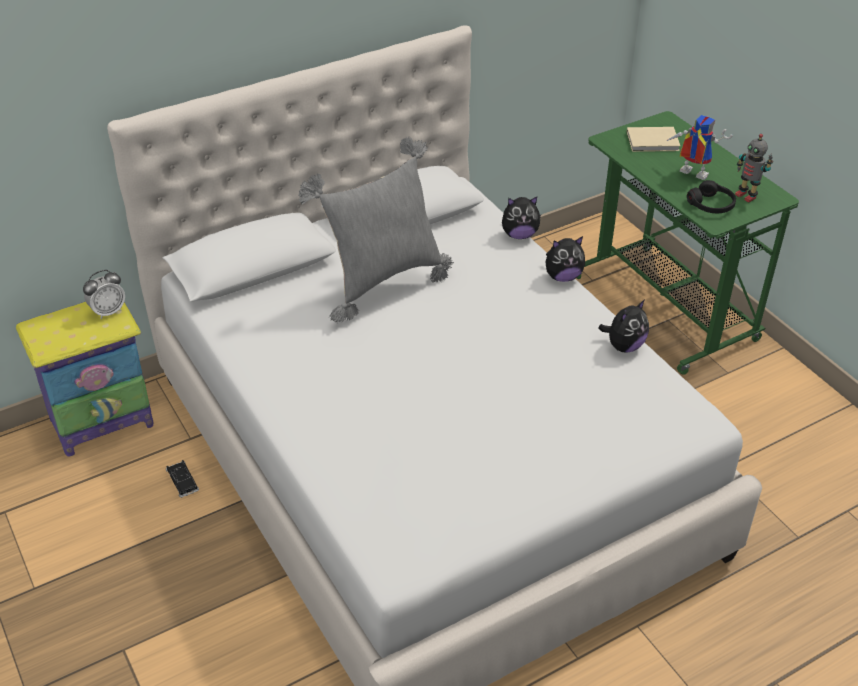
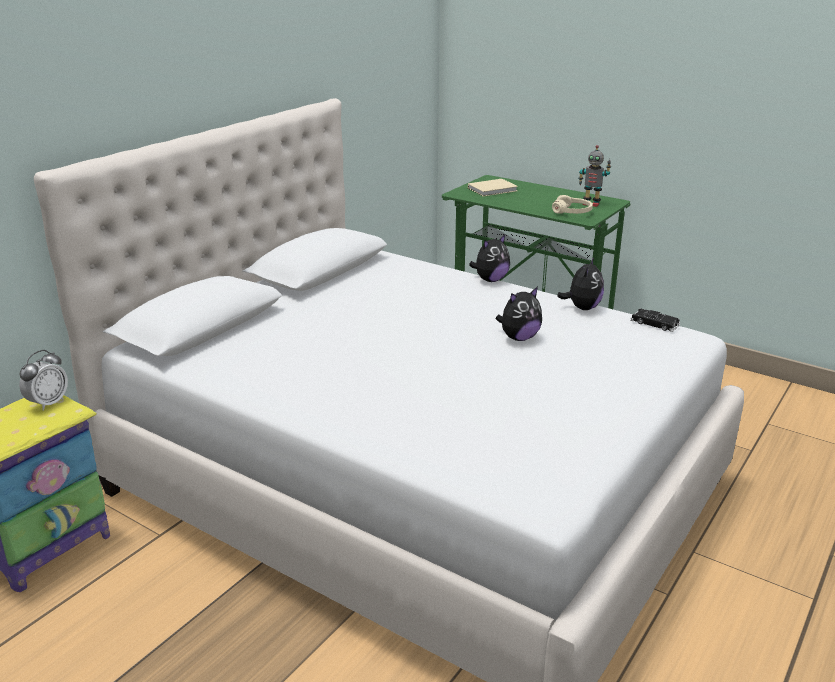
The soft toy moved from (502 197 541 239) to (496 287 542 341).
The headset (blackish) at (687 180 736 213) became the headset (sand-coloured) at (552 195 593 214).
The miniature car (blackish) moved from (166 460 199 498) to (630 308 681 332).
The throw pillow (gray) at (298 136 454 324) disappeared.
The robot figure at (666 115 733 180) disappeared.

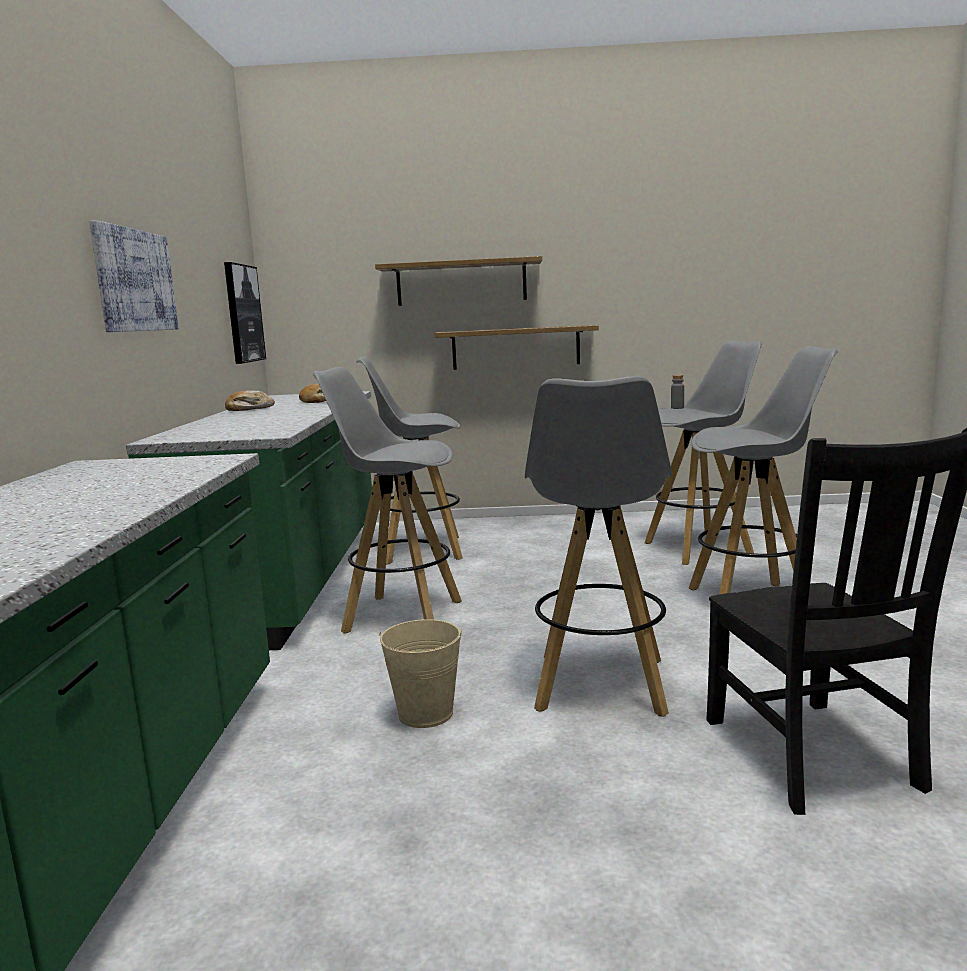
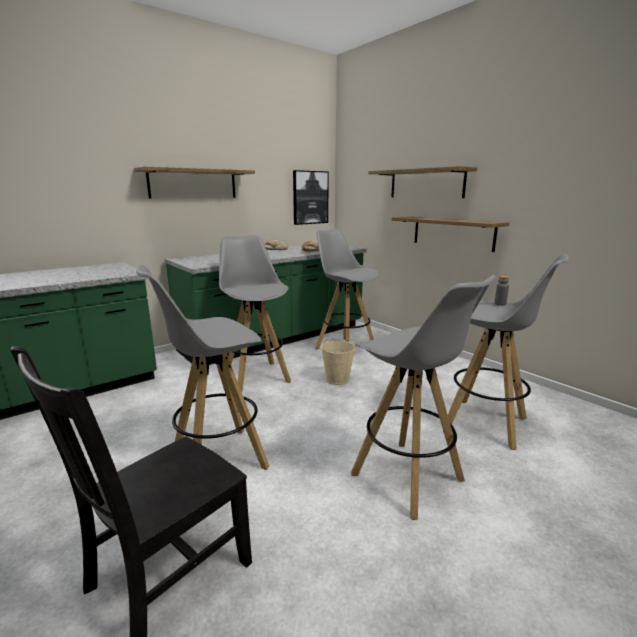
The picture at (89 220 179 332) was replaced by the bracket shelf at (134 166 255 198).
The pail (sand-coloured) moved from (379 619 462 728) to (321 340 355 385).

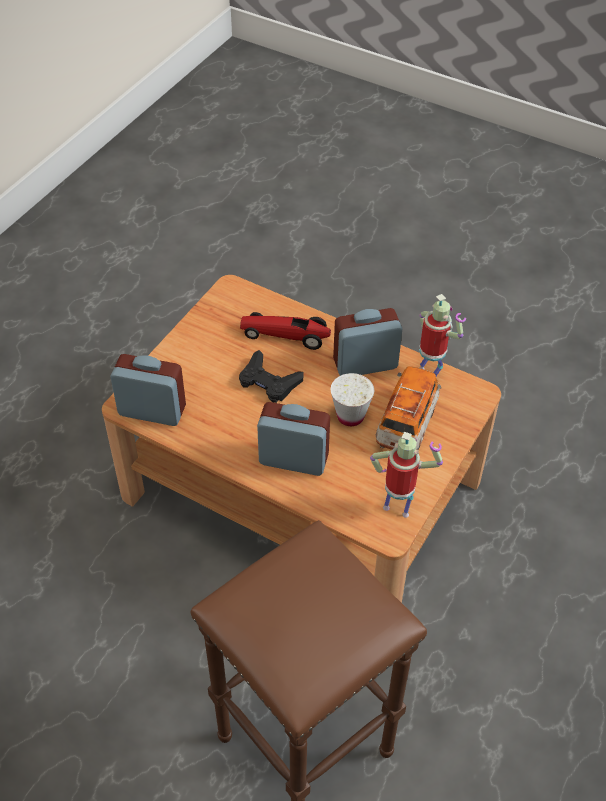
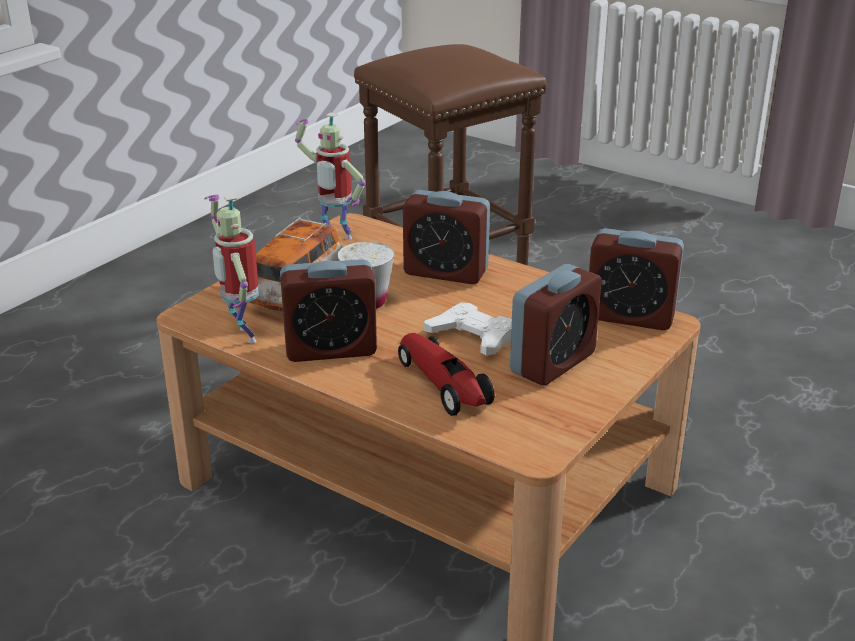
The miniature car at (240 312 331 350) turned 135 degrees counterclockwise.
The gamepad (blackish) at (239 350 303 403) became the gamepad (whitish) at (424 302 512 356).
The alarm clock at (510 264 602 385) appeared.

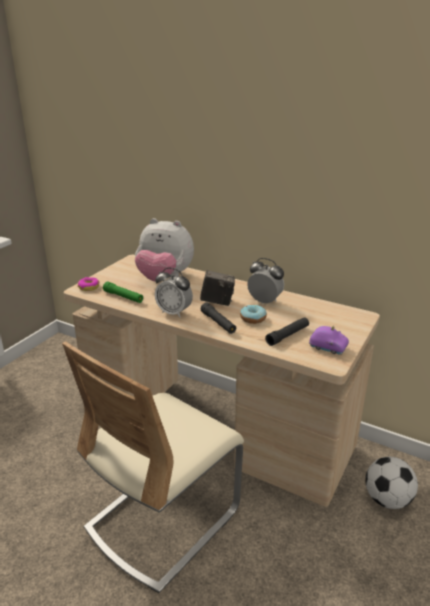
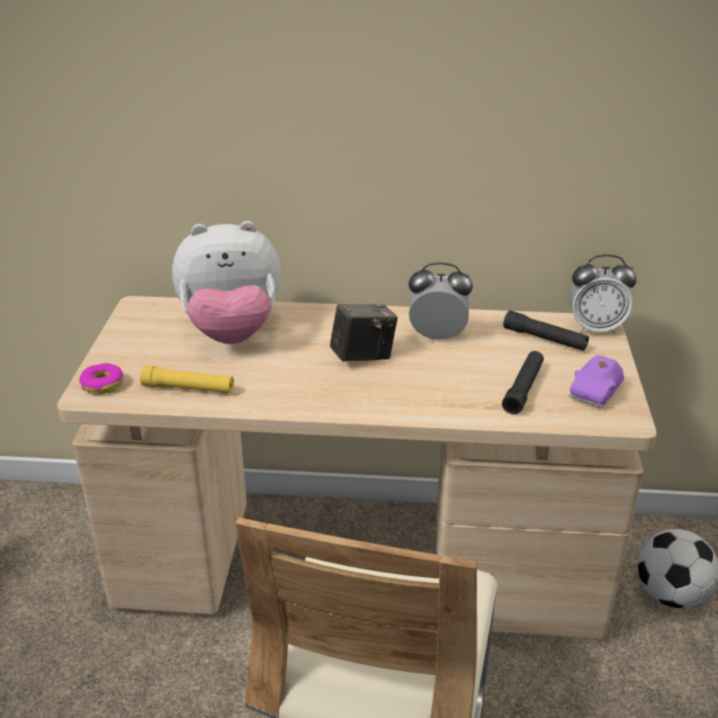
The hand torch (green) at (103 282 143 303) became the hand torch (yellow-coloured) at (140 365 234 393).
The hand torch (blackish) moved from (201 303 236 334) to (503 310 589 351).
The alarm clock moved from (155 268 193 318) to (569 254 637 334).
The miniature car (purplish) at (309 326 349 355) turned 120 degrees clockwise.
The doughnut at (240 304 267 324) disappeared.

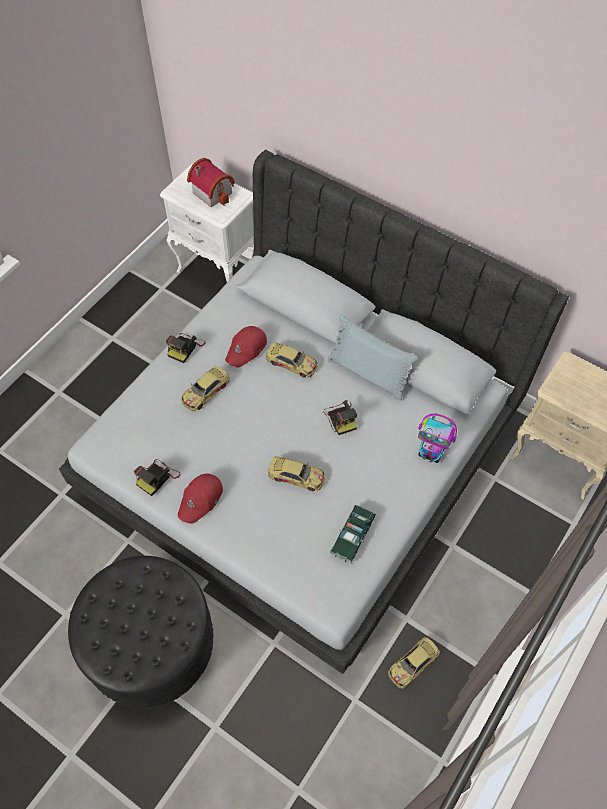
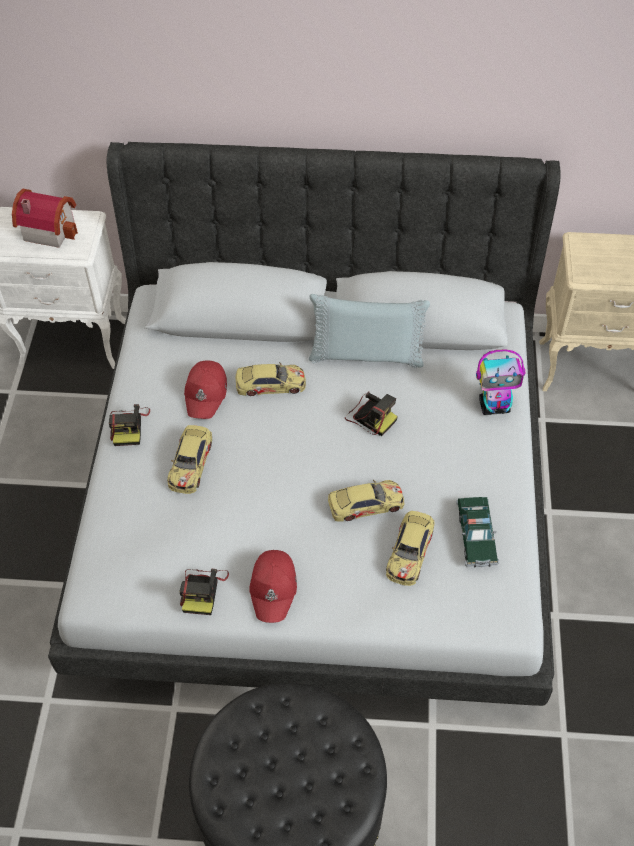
The miniature car moved from (388 637 440 688) to (386 511 435 586).

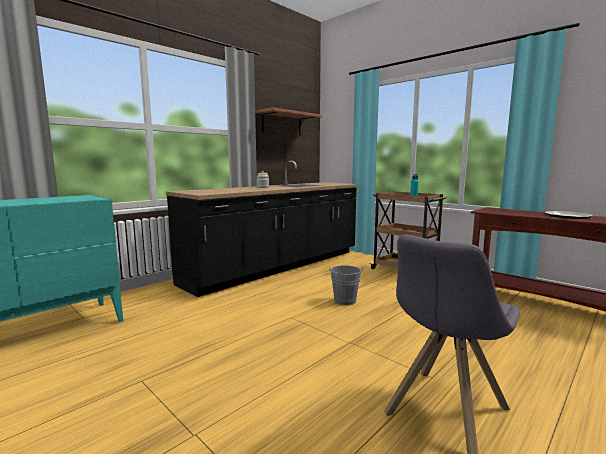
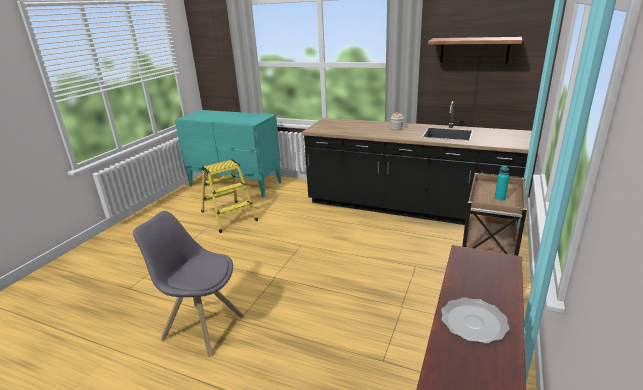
The stepladder (yellow-coloured) at (201 159 258 233) appeared.
The pail (gray) at (329 265 363 305) disappeared.

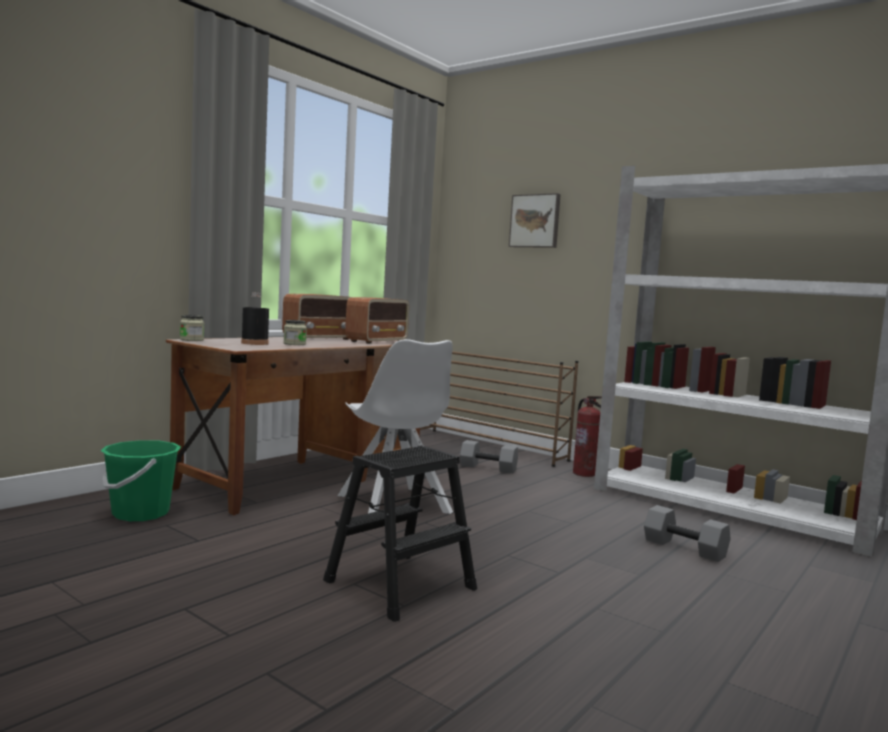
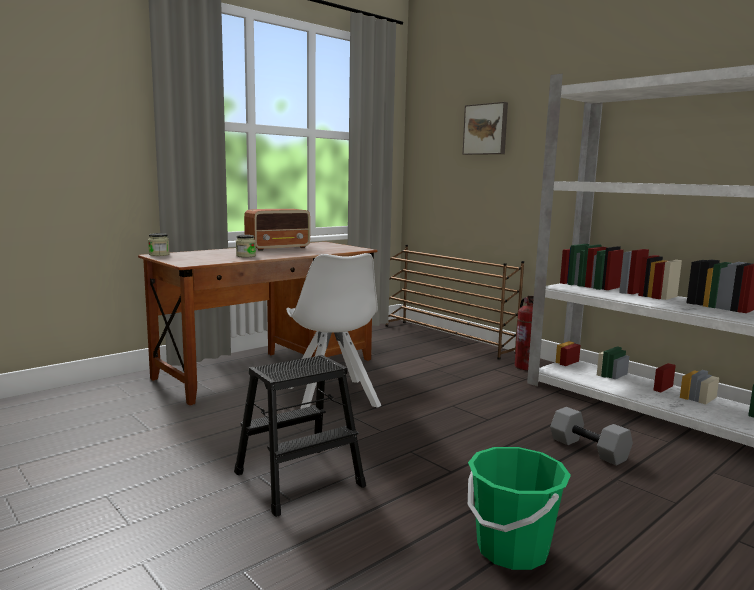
The pail (green) moved from (101 440 181 521) to (468 447 571 570).
The drink bottle (blackish) at (241 293 269 345) disappeared.
The radio receiver at (345 297 409 344) disappeared.
The dumbbell (gray) at (460 440 518 473) disappeared.

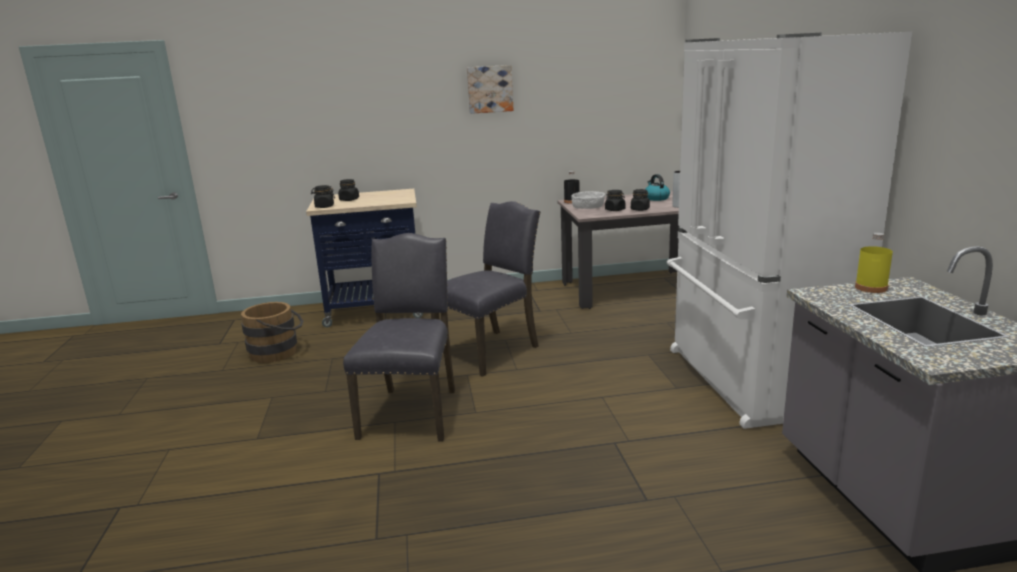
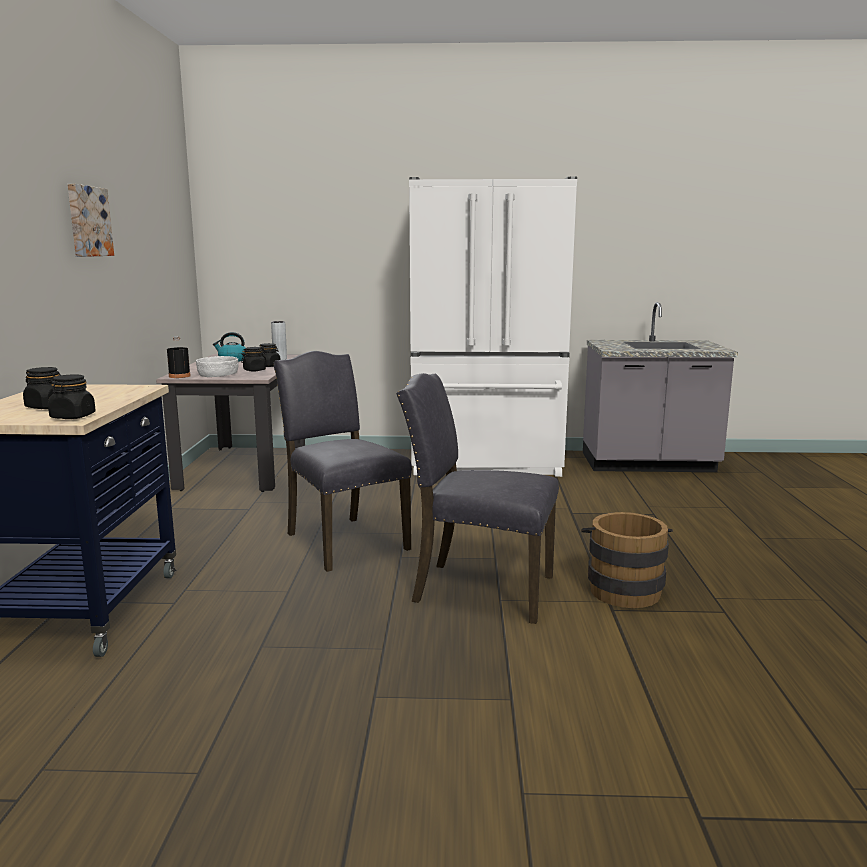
The pail (brown-coloured) moved from (241 302 303 363) to (581 512 673 608).
The drink bottle (yellow-coloured) at (855 233 893 293) disappeared.

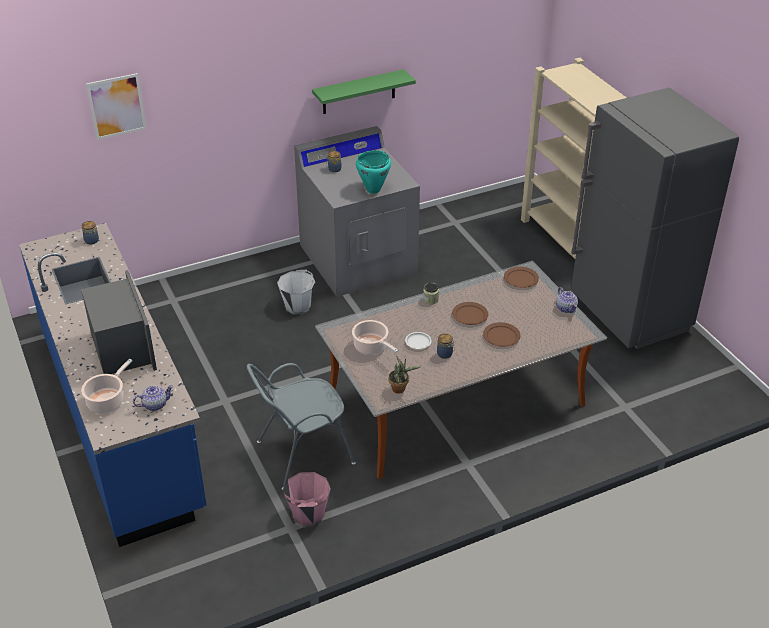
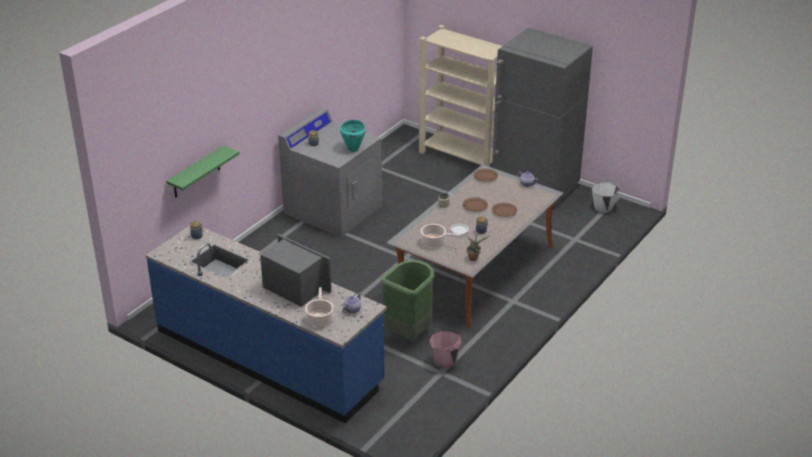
The bracket shelf (green) moved from (312 69 416 114) to (166 145 240 198).
The upright chair (gray) at (247 363 356 490) was replaced by the rubbish bin (green) at (381 260 435 340).
The pail (whitish) moved from (277 270 316 314) to (592 180 620 213).
The picture at (86 73 147 140) disappeared.

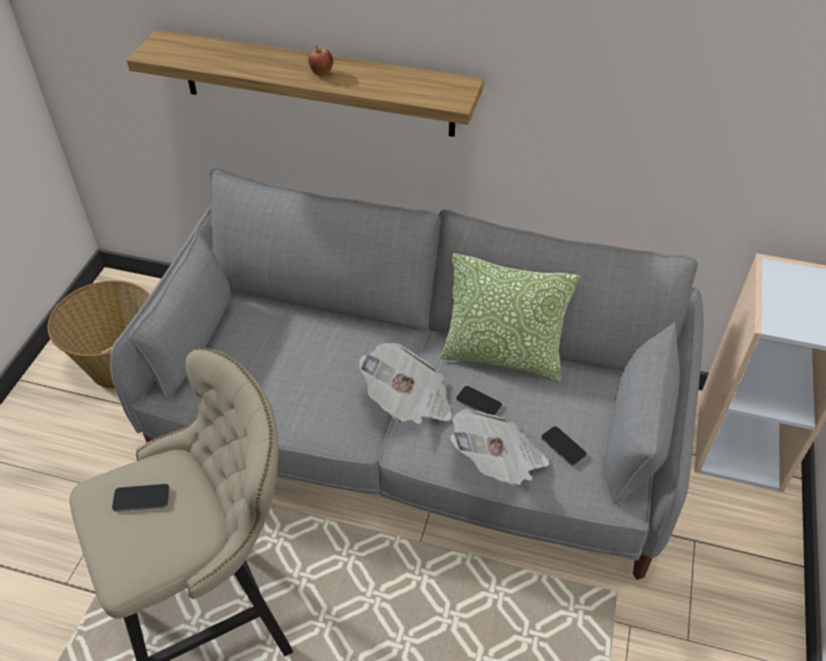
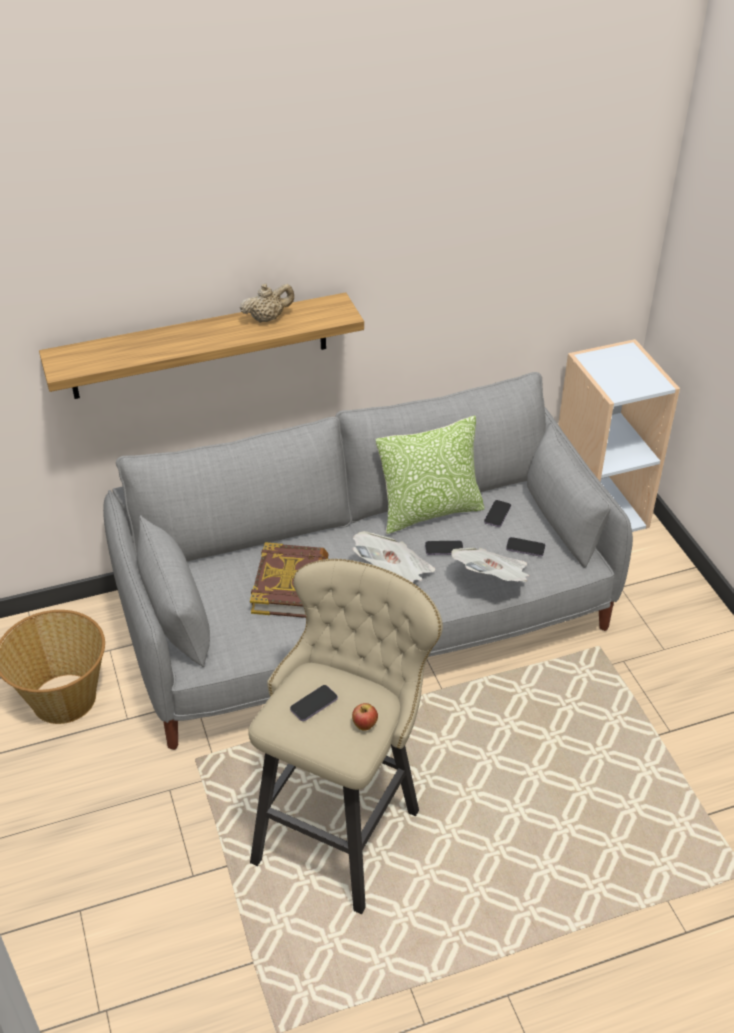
The pot for tea (sand-coloured) at (240 283 294 323) appeared.
The volume at (250 542 329 618) appeared.
The apple fruit moved from (308 45 333 76) to (352 703 378 731).
The handset at (484 500 511 527) appeared.

